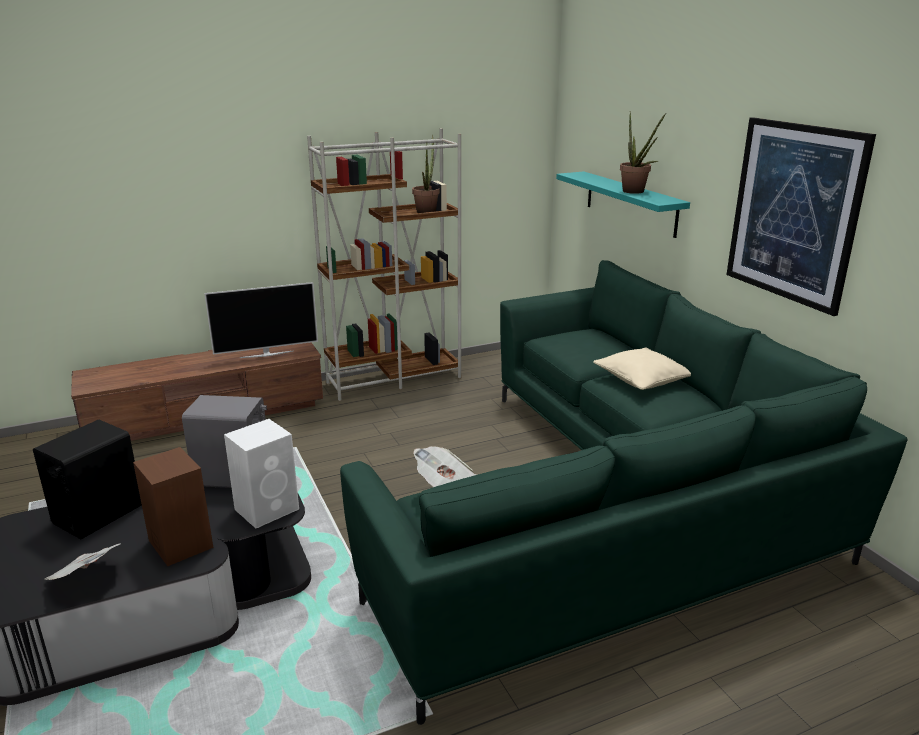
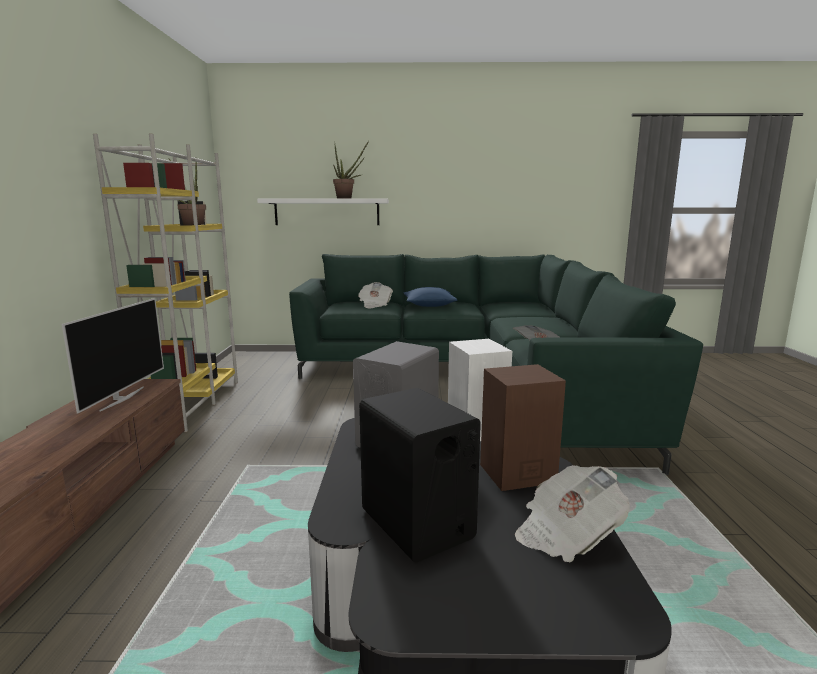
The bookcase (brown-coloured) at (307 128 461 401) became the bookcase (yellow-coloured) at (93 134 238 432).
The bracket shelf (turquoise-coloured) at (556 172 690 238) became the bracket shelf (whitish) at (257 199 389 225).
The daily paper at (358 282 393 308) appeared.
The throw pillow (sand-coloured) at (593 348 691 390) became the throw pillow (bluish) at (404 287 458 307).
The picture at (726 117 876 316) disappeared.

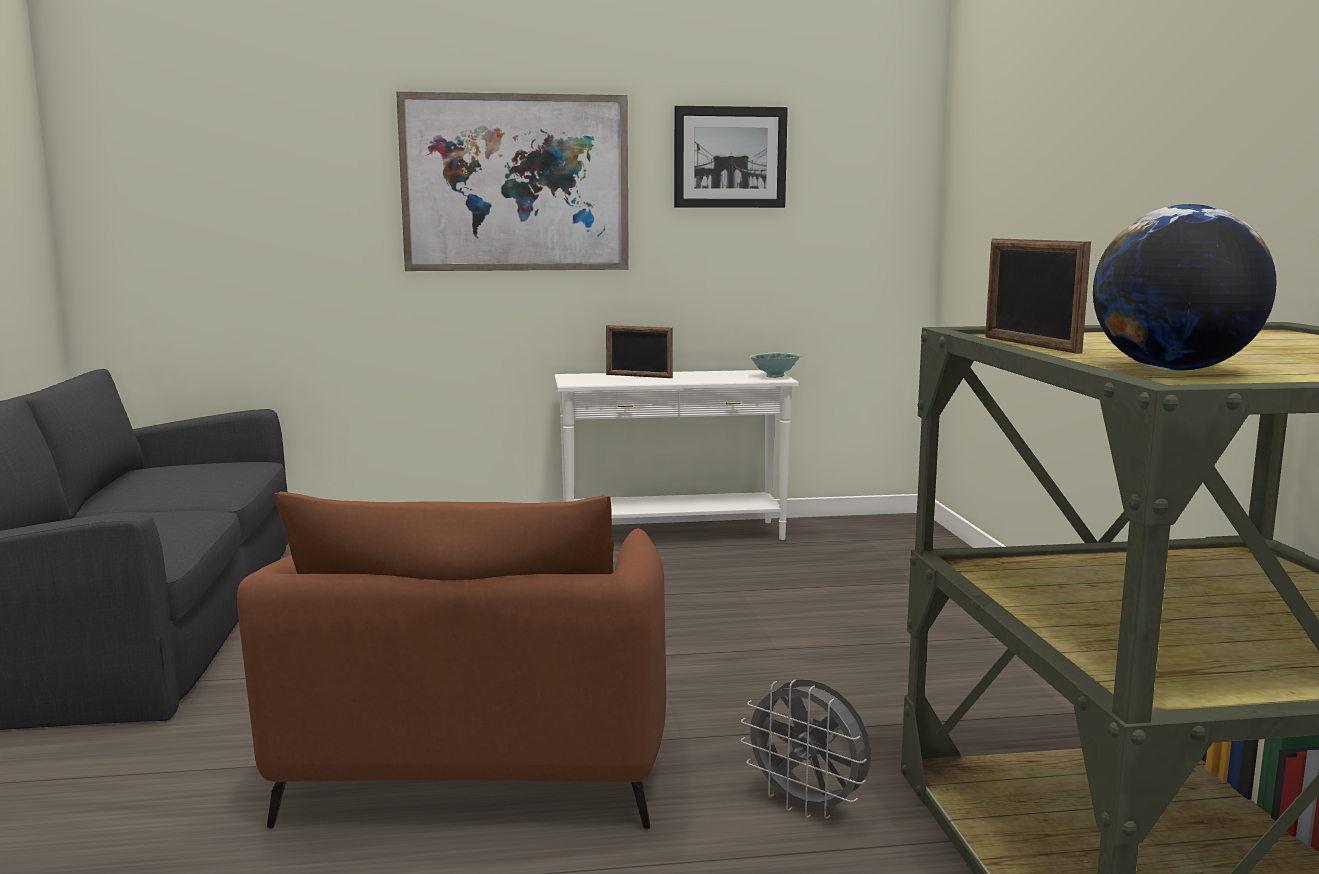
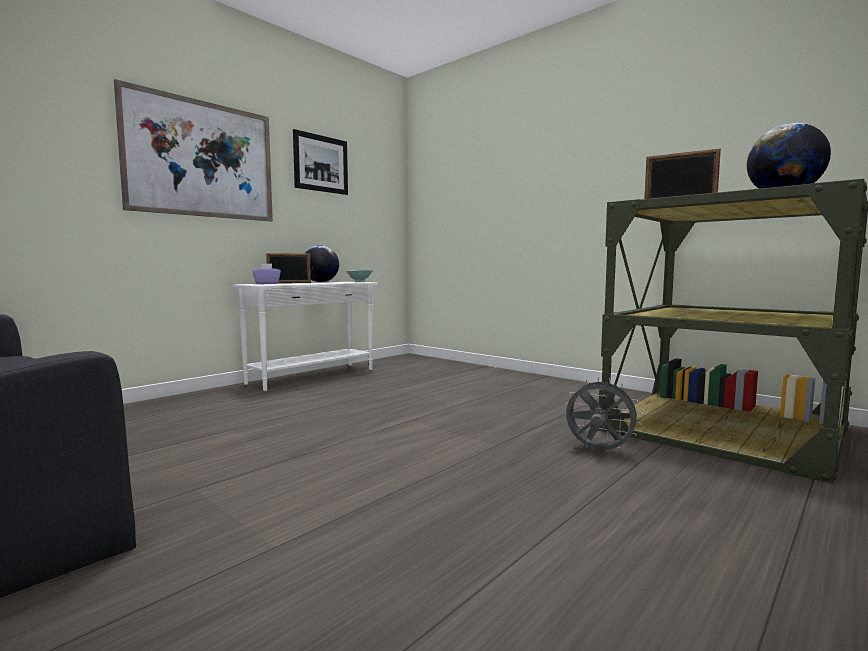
The tissue holder (purplish) at (253 264 281 284) appeared.
The globe at (305 245 339 282) appeared.
The cooling fan (gray) at (740 679 871 819) turned 150 degrees counterclockwise.
The easy chair (brown-coloured) at (237 491 666 830) disappeared.

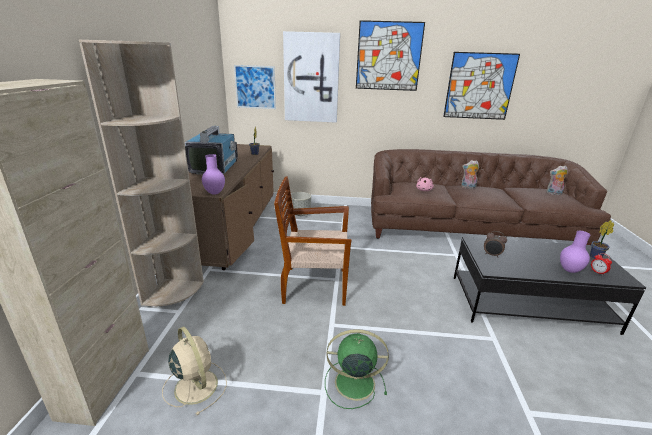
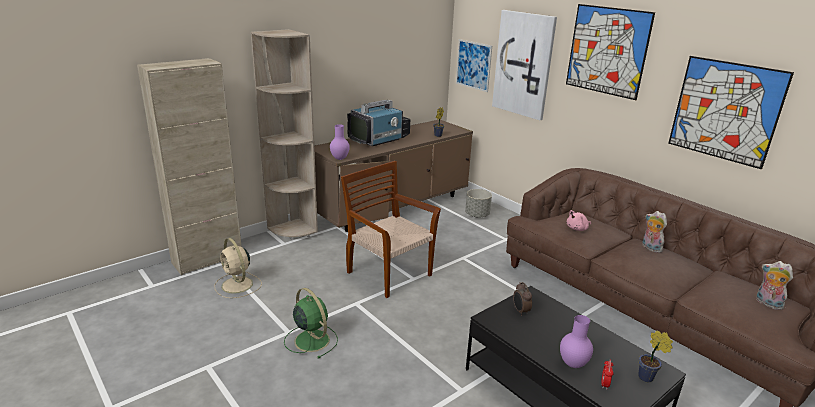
The cooling fan (sand-coloured) at (162 327 227 415) turned 135 degrees clockwise.

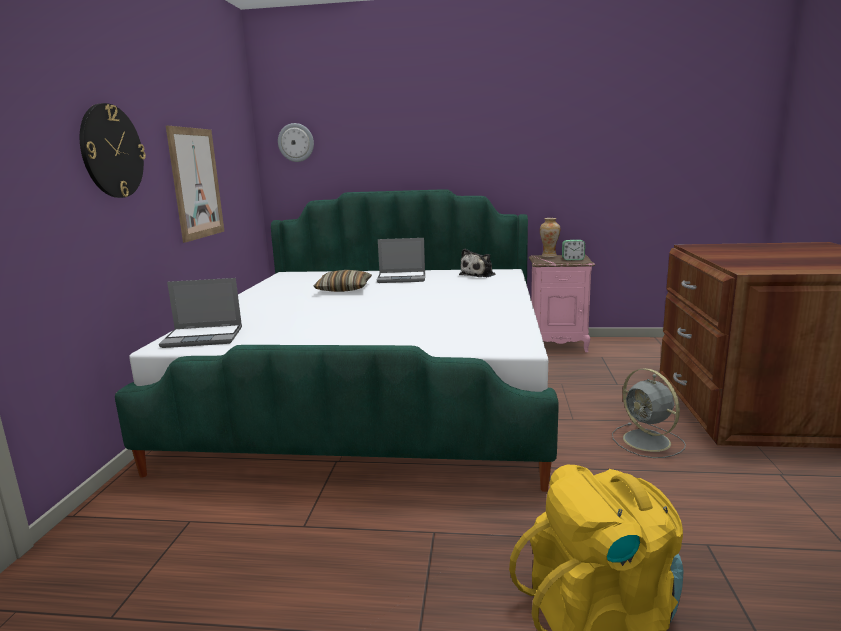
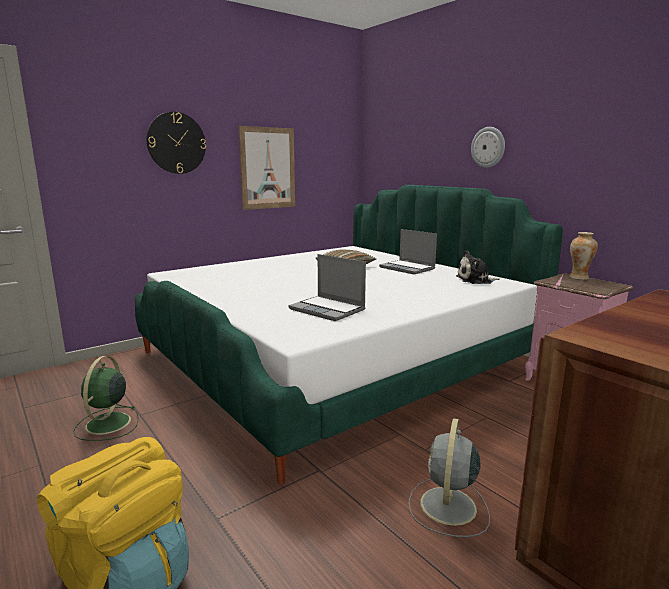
The cooling fan (green) at (73 356 139 441) appeared.
The portable computer moved from (159 278 242 348) to (288 254 366 321).
The hanging clock moved from (278 123 314 162) to (471 127 505 168).
The alarm clock at (562 240 585 260) disappeared.

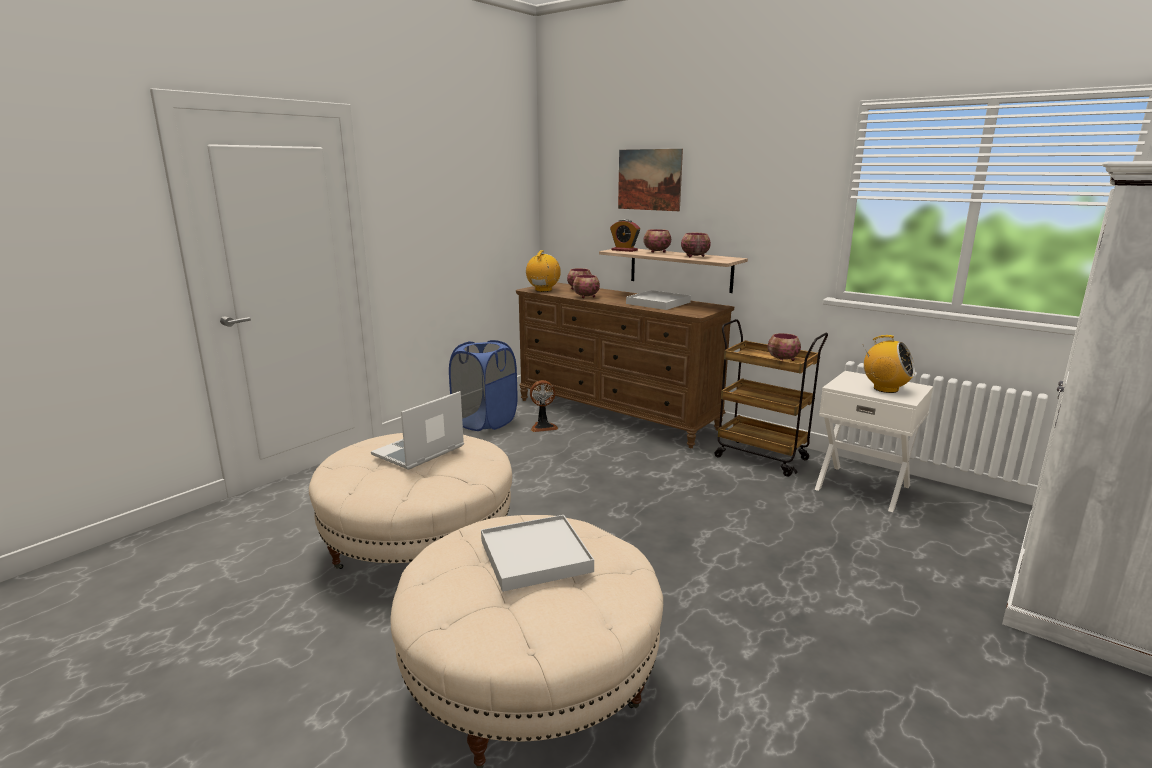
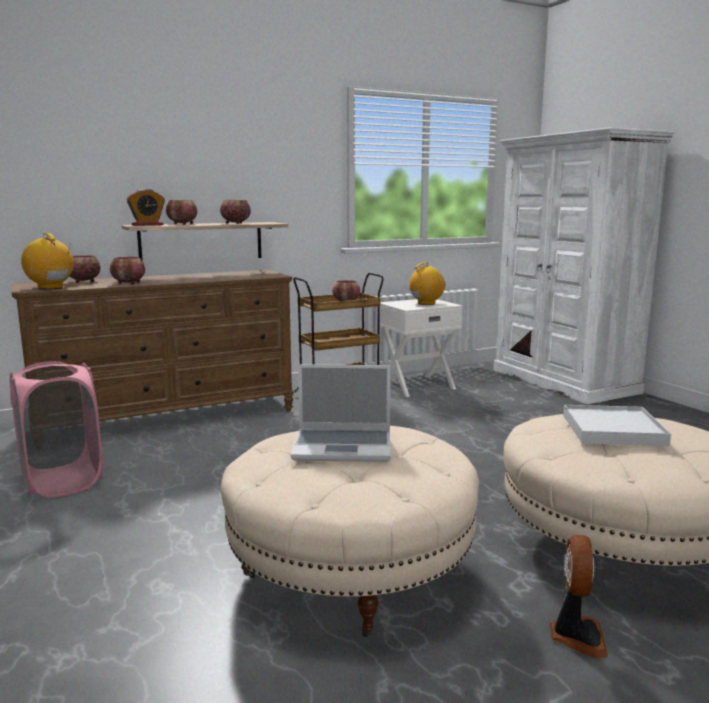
The hamper (bluish) at (449 340 518 431) became the hamper (pinkish) at (10 361 103 497).
The portable computer at (371 391 464 470) turned 60 degrees counterclockwise.
The cooling fan moved from (530 380 558 432) to (550 535 608 659).
The picture at (618 149 683 211) disappeared.
The carrying tray (whitish) at (626 290 691 310) disappeared.

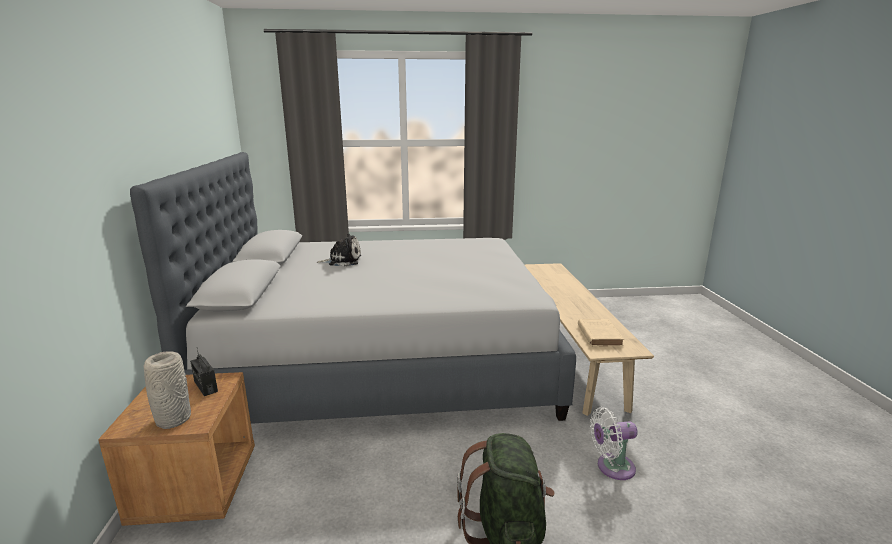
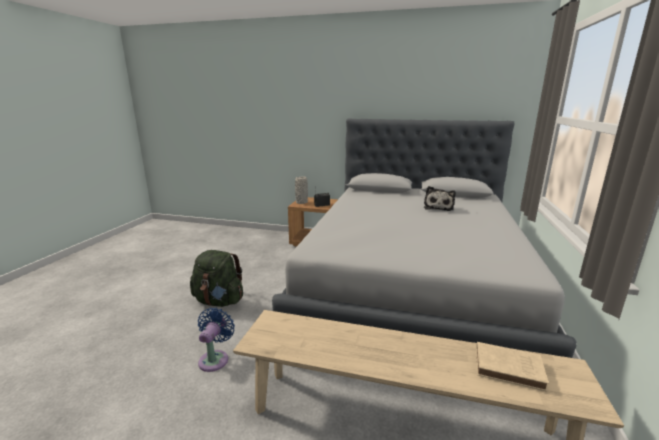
The cooling fan (whitish) at (590 407 638 480) became the cooling fan (bluish) at (198 308 235 372).
The volume (sand-coloured) moved from (578 319 624 346) to (476 342 549 392).

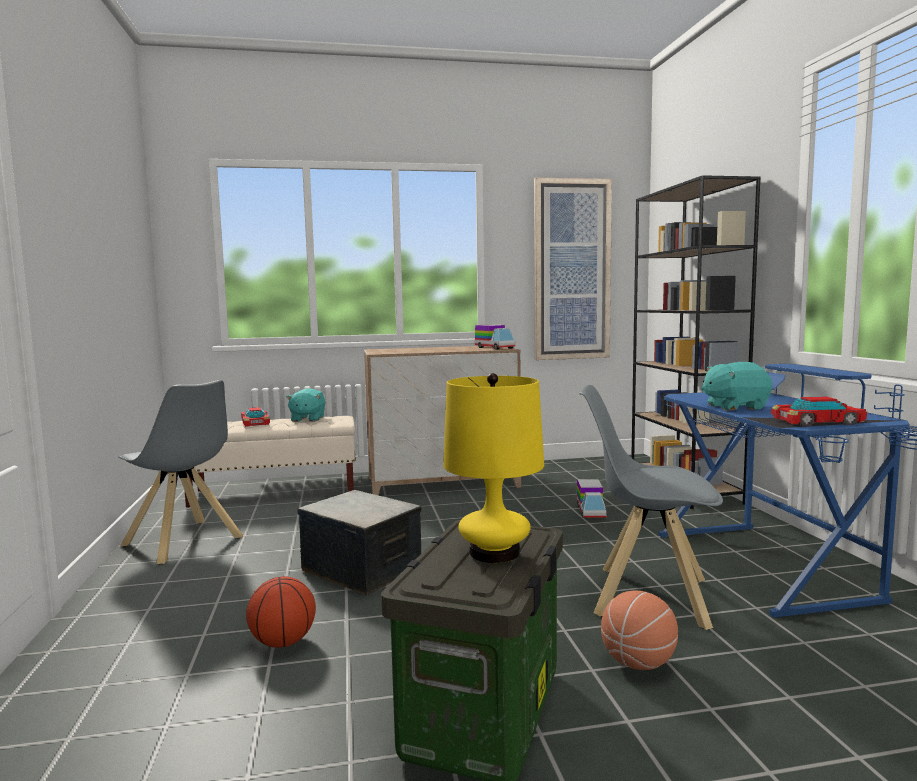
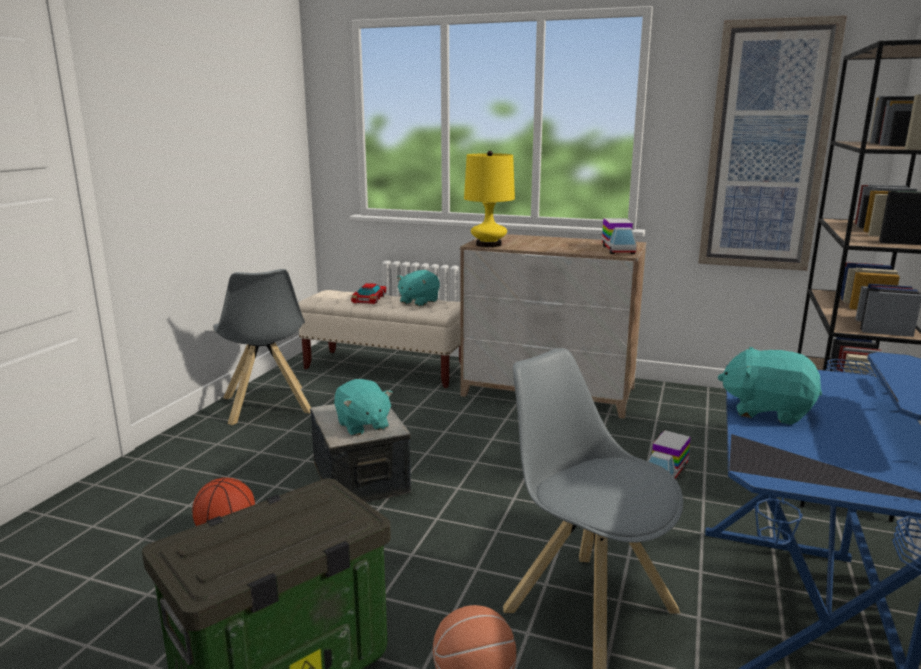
The soft toy (turquoise-coloured) at (334 379 393 436) appeared.
The tabletop lamp (yellow-coloured) moved from (443 373 544 563) to (464 151 515 247).
The miniature car at (771 397 867 426) disappeared.

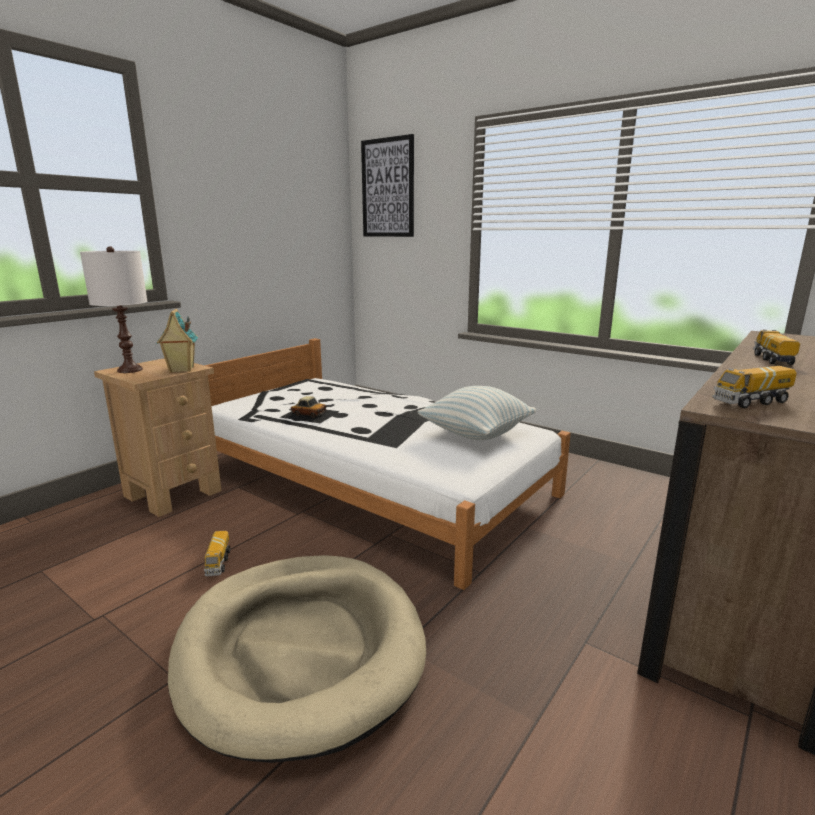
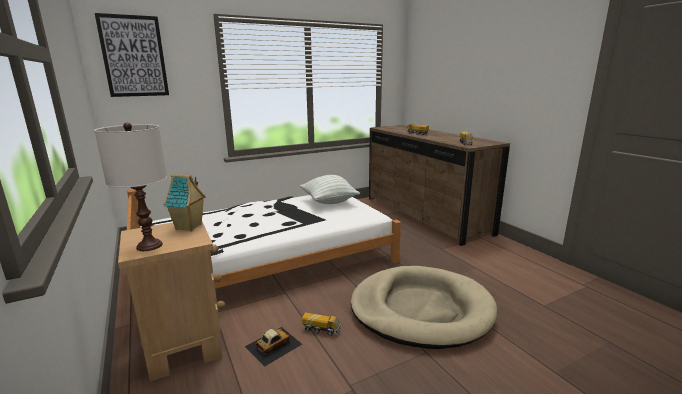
The miniature car moved from (280 396 340 423) to (245 327 302 367).

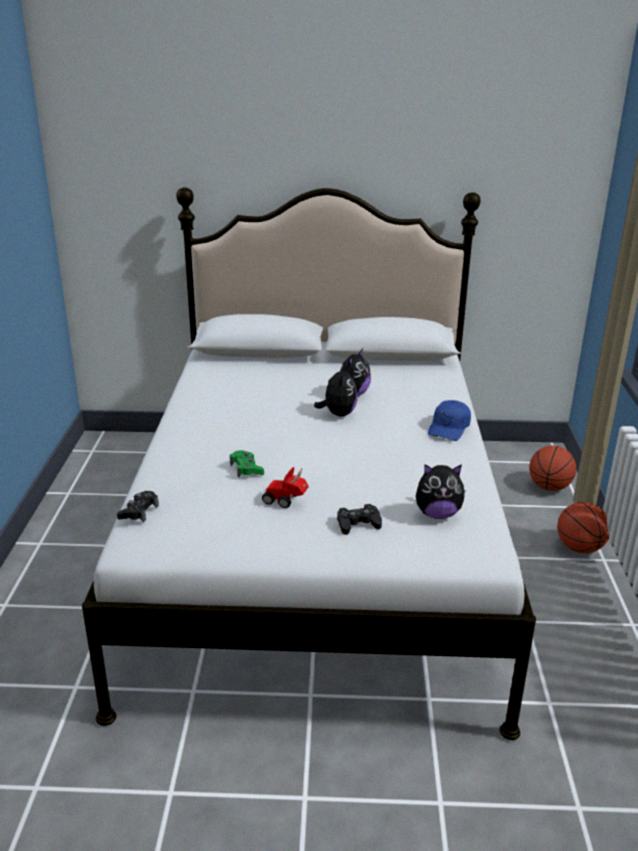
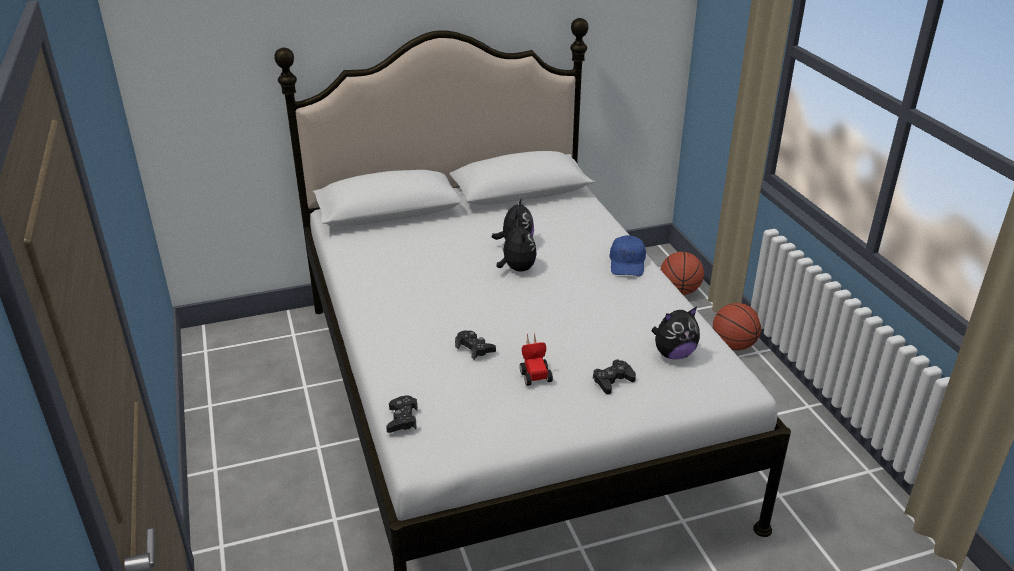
The gamepad (green) at (230 450 264 477) became the gamepad (blackish) at (455 330 496 360).
The miniature car at (262 467 309 508) turned 105 degrees counterclockwise.

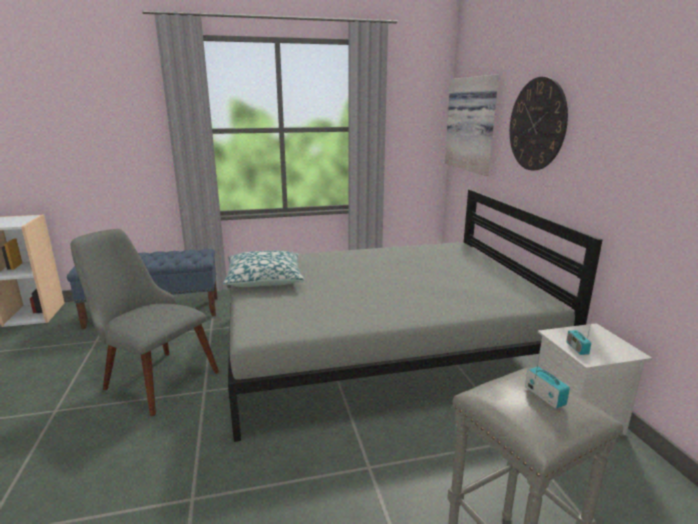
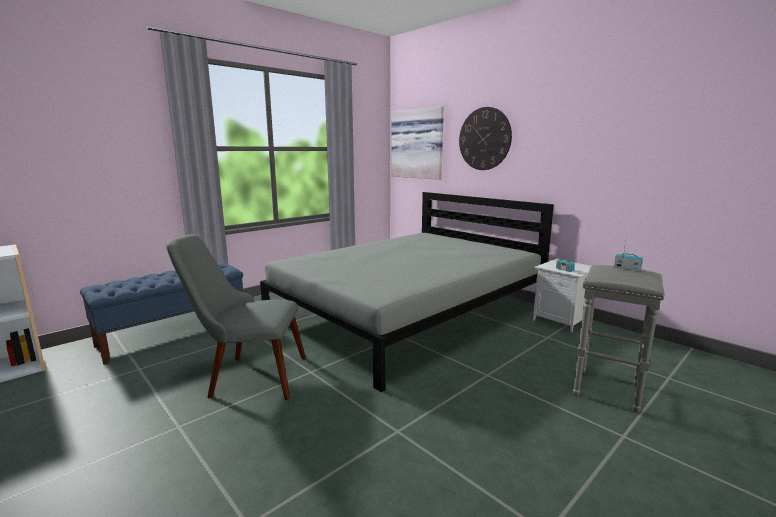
The throw pillow at (223 251 305 287) disappeared.

